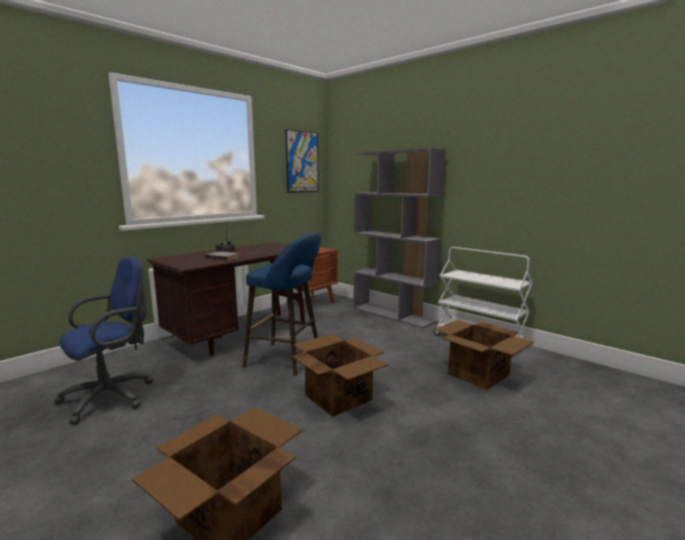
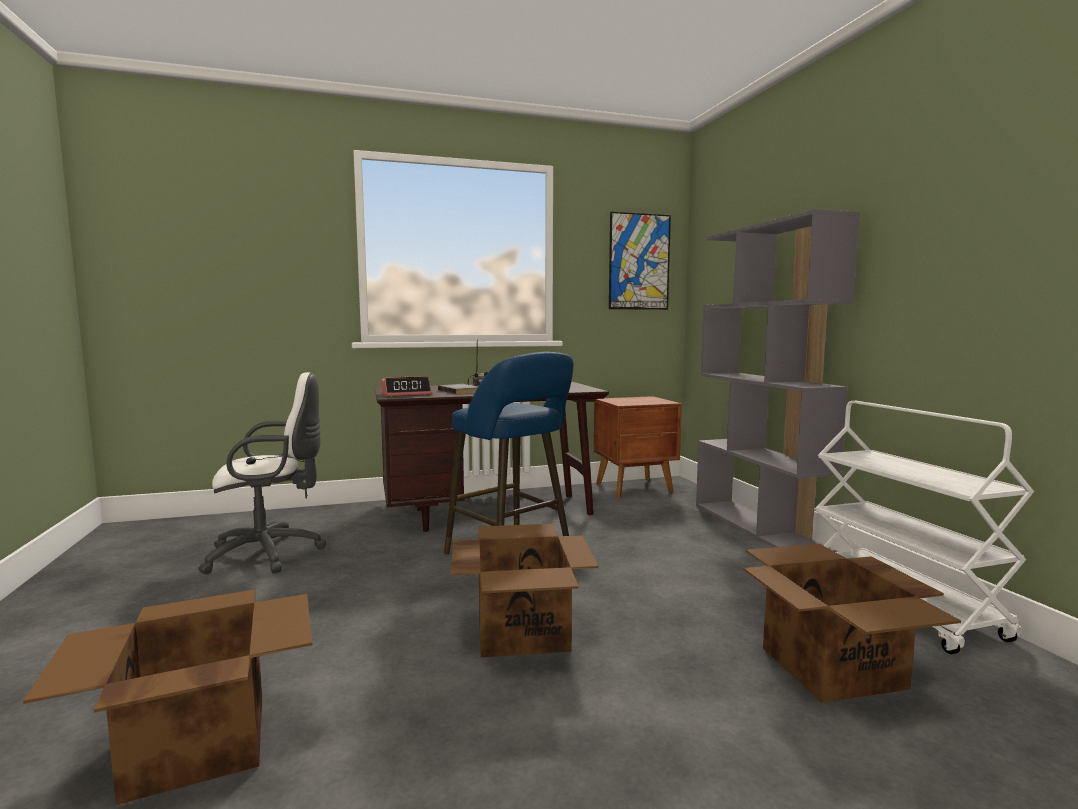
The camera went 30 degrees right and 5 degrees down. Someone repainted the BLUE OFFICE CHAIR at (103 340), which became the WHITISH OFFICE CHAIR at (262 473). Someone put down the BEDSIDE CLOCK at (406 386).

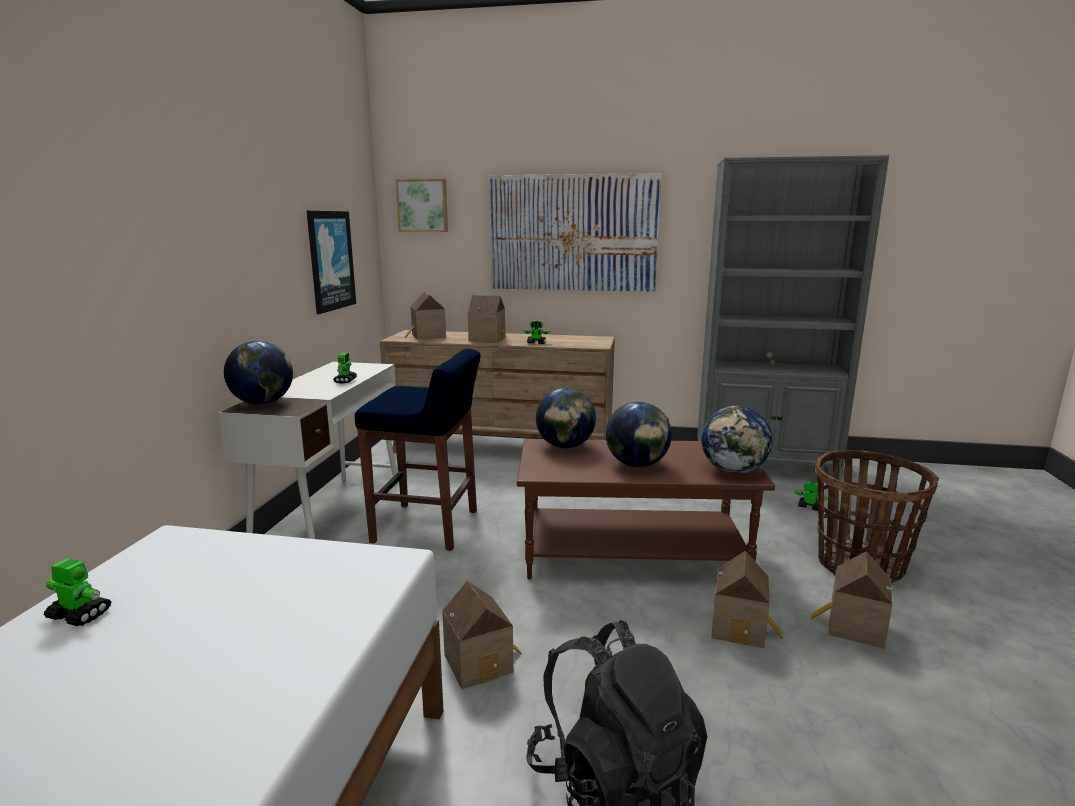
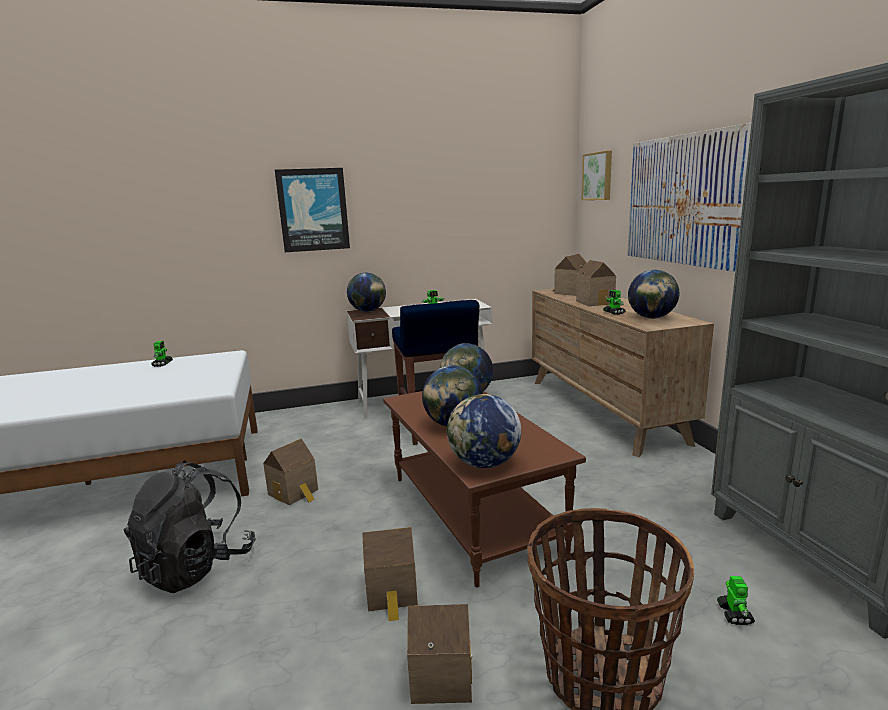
The camera went 65 degrees right and 0 degrees up. Someone carried the WALL PICTURE from (331 262) to (312 210). Someone put down the DESK GLOBE at (653 294).

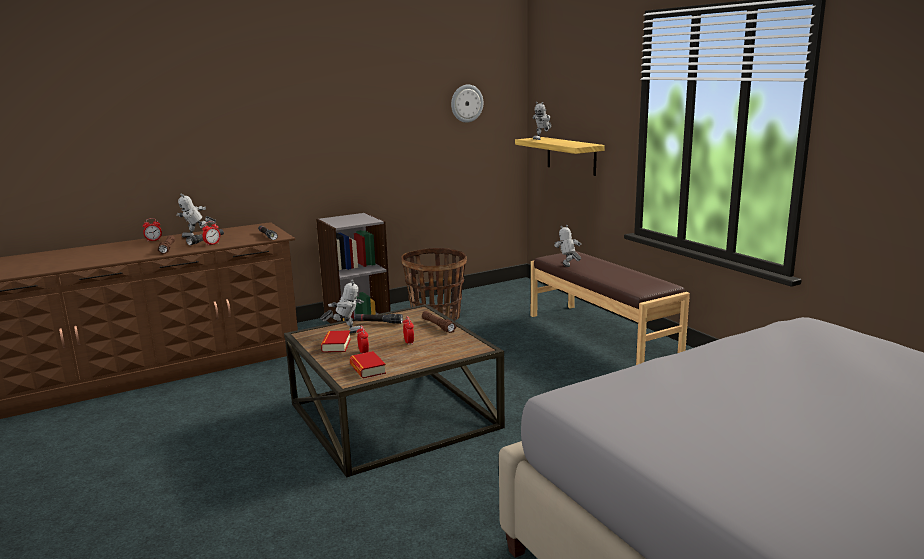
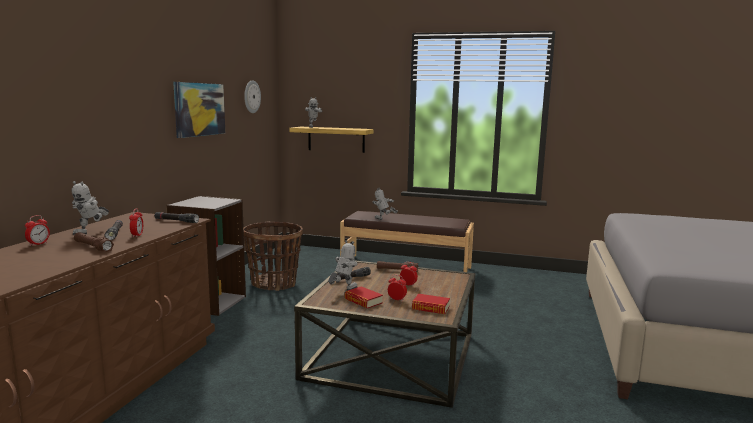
The camera went 45 degrees left and 5 degrees down. Someone put up the WALL PICTURE at (199 110).

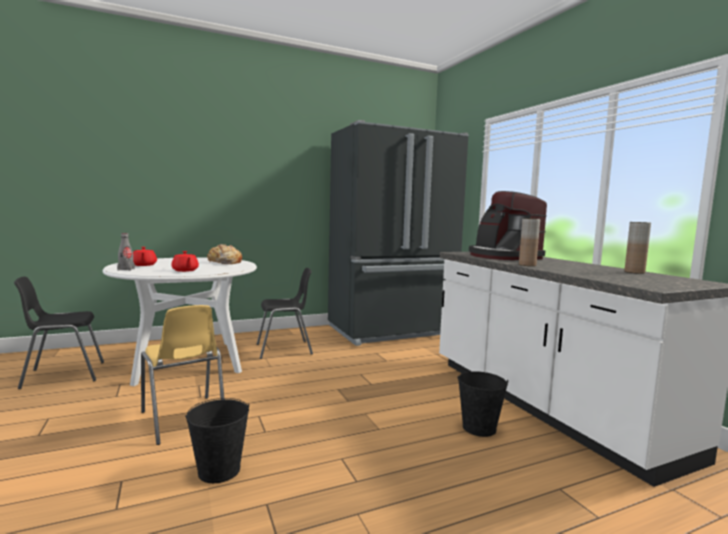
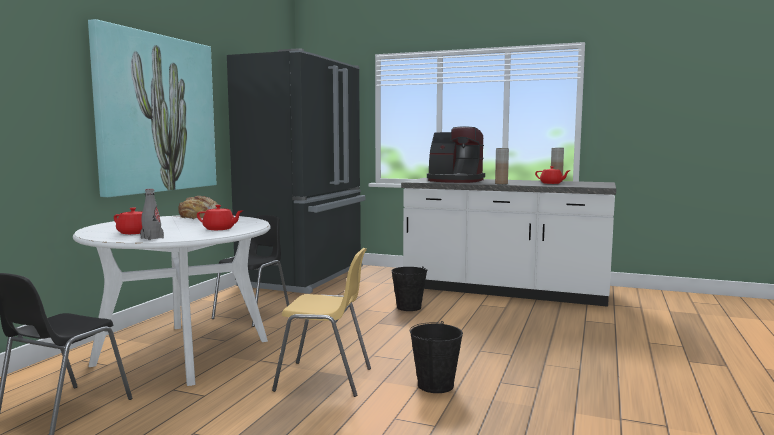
The camera went 45 degrees left and 0 degrees up. Someone carried the BLACK-COLOURED WATER BUCKET from (483 404) to (409 288). Someone put up the WALL PICTURE at (152 108). Someone put down the REDDISH TEA POT at (553 175).

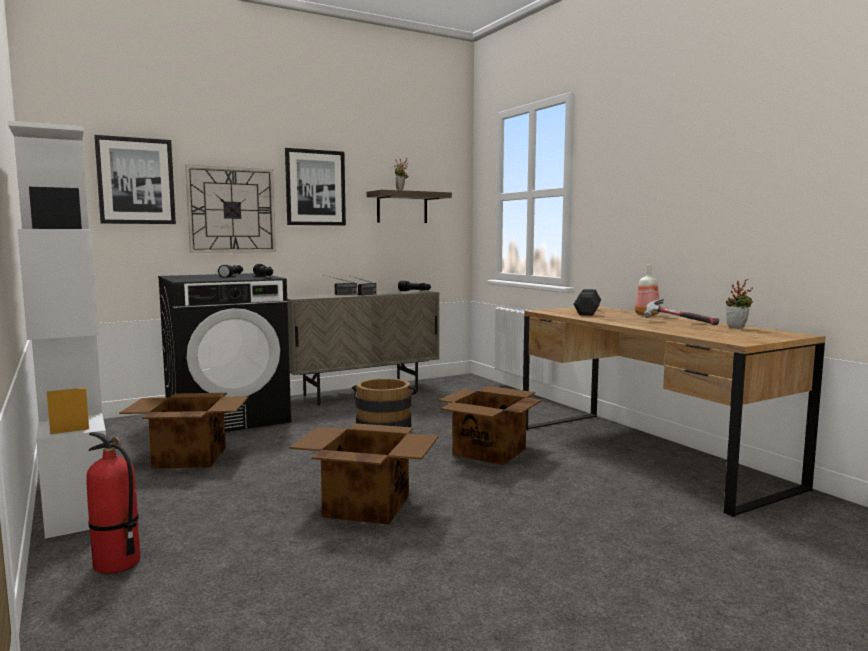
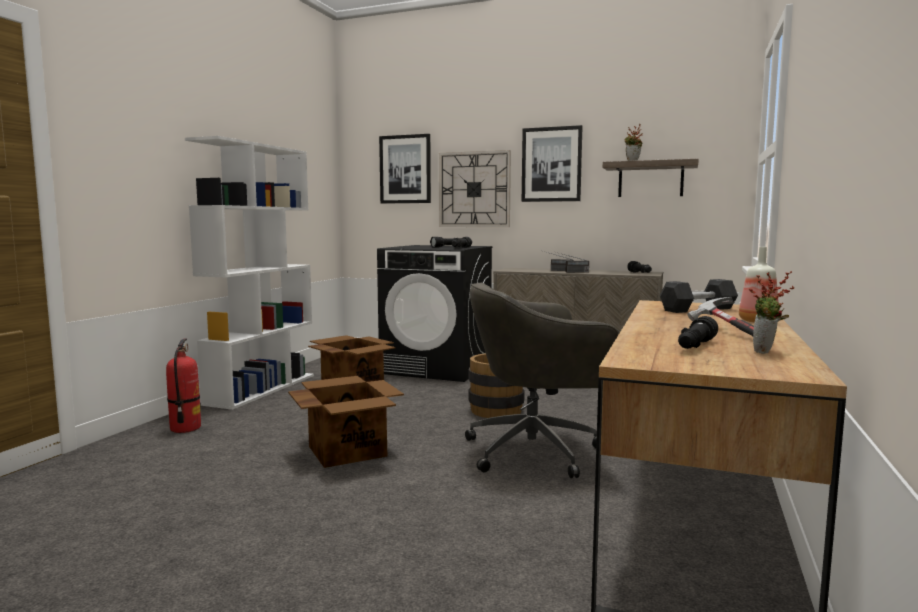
The camera went 50 degrees right and 0 degrees up. Someone swapped the CARTON at (490 425) for the GREY OFFICE CHAIR at (542 380). Someone put down the BLACK-COLOURED HAND TORCH at (698 332).

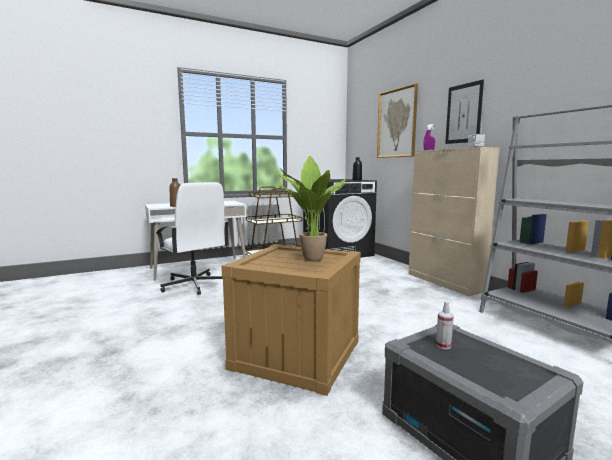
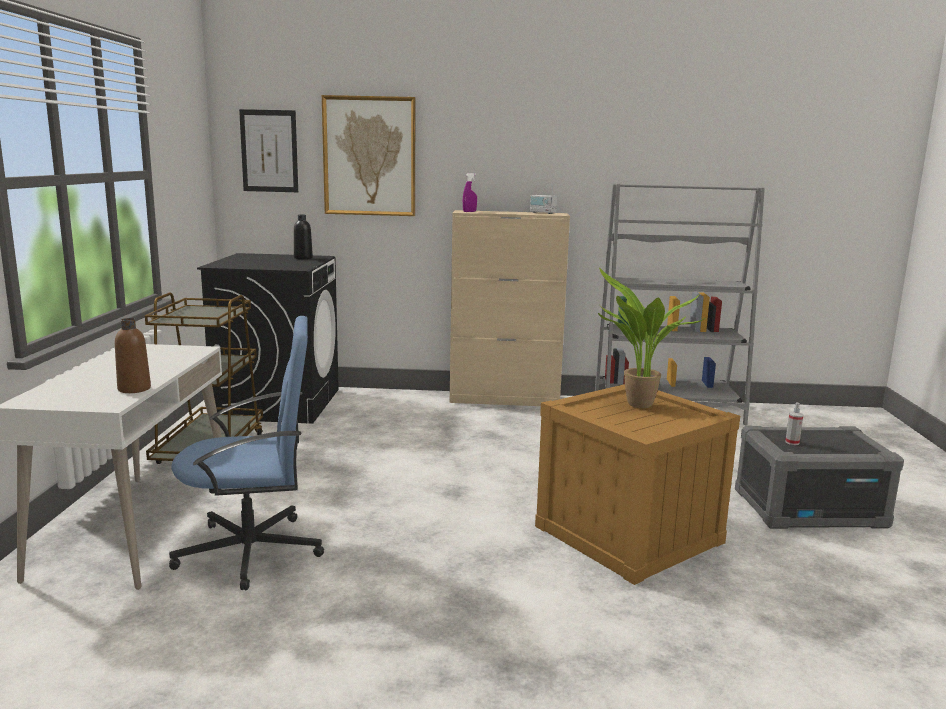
The camera went 60 degrees left and 5 degrees up. Someone carried the WALL PICTURE from (464 111) to (268 150). Someone repainted the WHITISH OFFICE CHAIR at (192 238), which became the BLUE OFFICE CHAIR at (246 453).

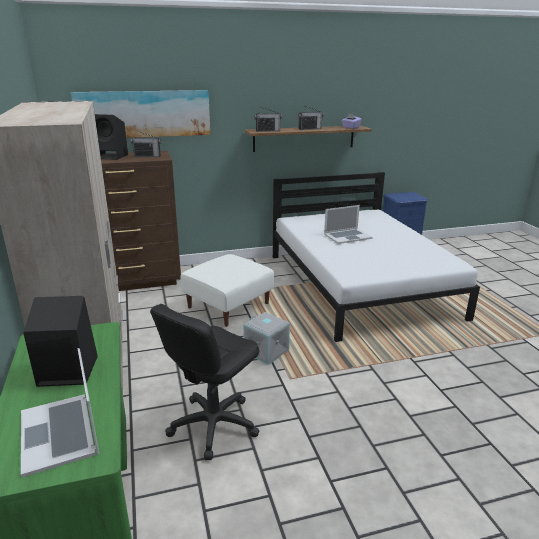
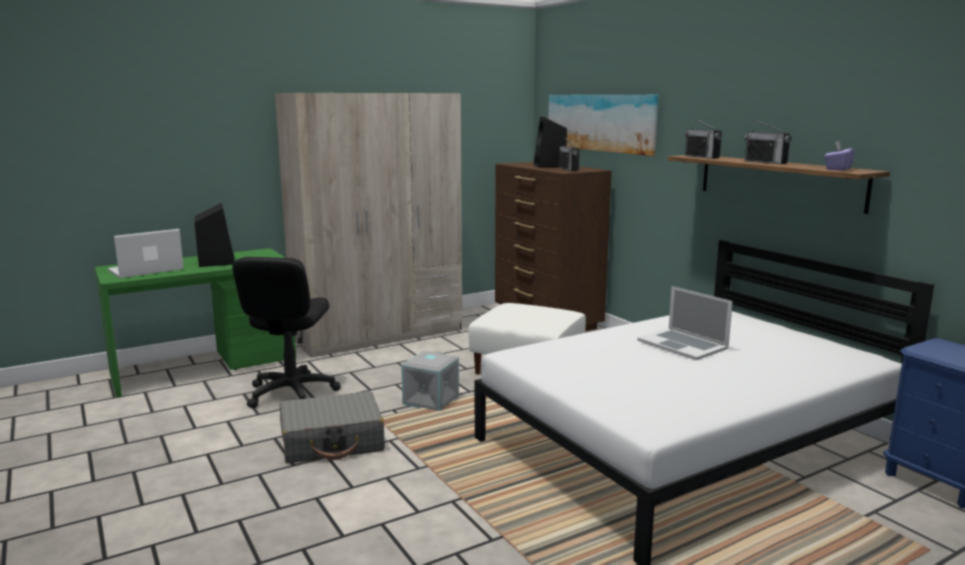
The camera went 75 degrees right and 10 degrees down. Someone rotated the BLACK-COLOURED OFFICE CHAIR at (204 382) by 105 degrees counterclockwise. Someone put down the GREY PIECE OF LUGGAGE at (332 427).

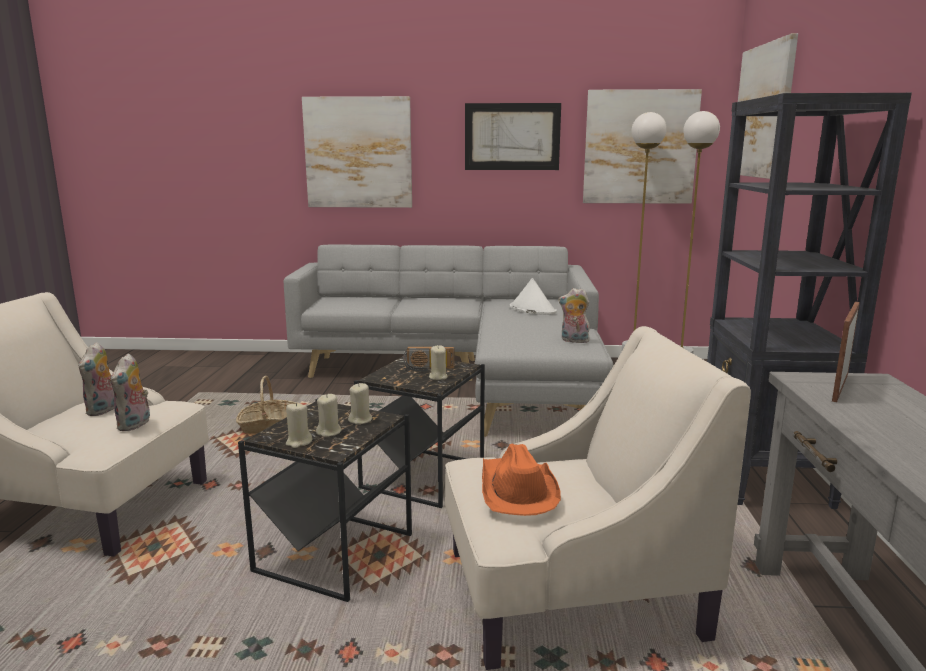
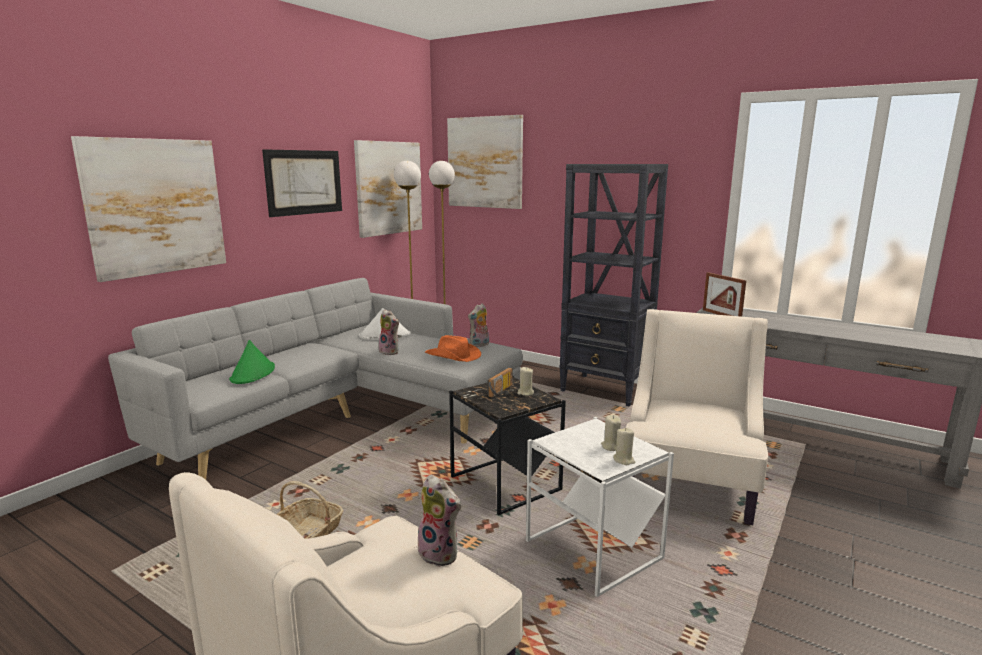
The camera went 60 degrees left and 0 degrees up. Someone carried the SOFT TOY from (96 379) to (389 332). Someone took away the BEIGE CANDLE at (360 403). Someone repainted the BLACK-COLOURED END TABLE at (325 500), which became the WHITISH END TABLE at (600 507). Someone carried the ORANGE-COLOURED CLOTHING HAT from (521 480) to (453 348). Someone put down the GREEN-COLOURED CLOTHING HAT at (252 362).

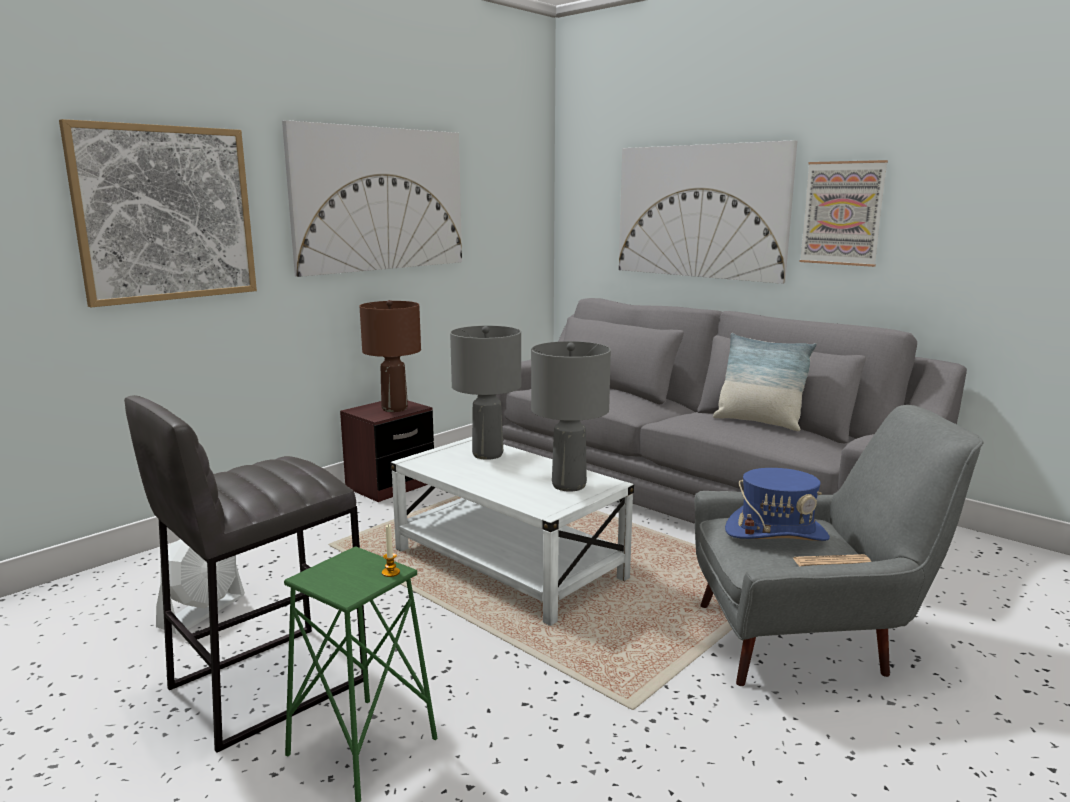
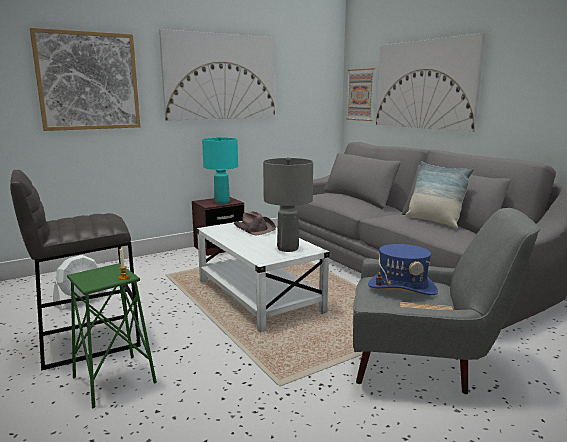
The camera went 15 degrees right and 0 degrees up. Someone carried the WALL PICTURE from (844 213) to (360 94). Someone repainted the BROWN-COLOURED TABLETOP LAMP at (390 356), which became the TURQUOISE-COLOURED TABLETOP LAMP at (220 170). Someone swapped the GREY TABLETOP LAMP at (485 393) for the BROWN-COLOURED CLOTHING HAT at (254 223).

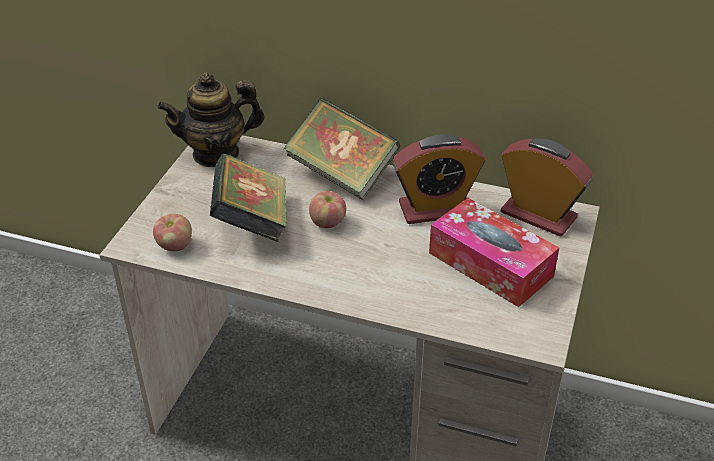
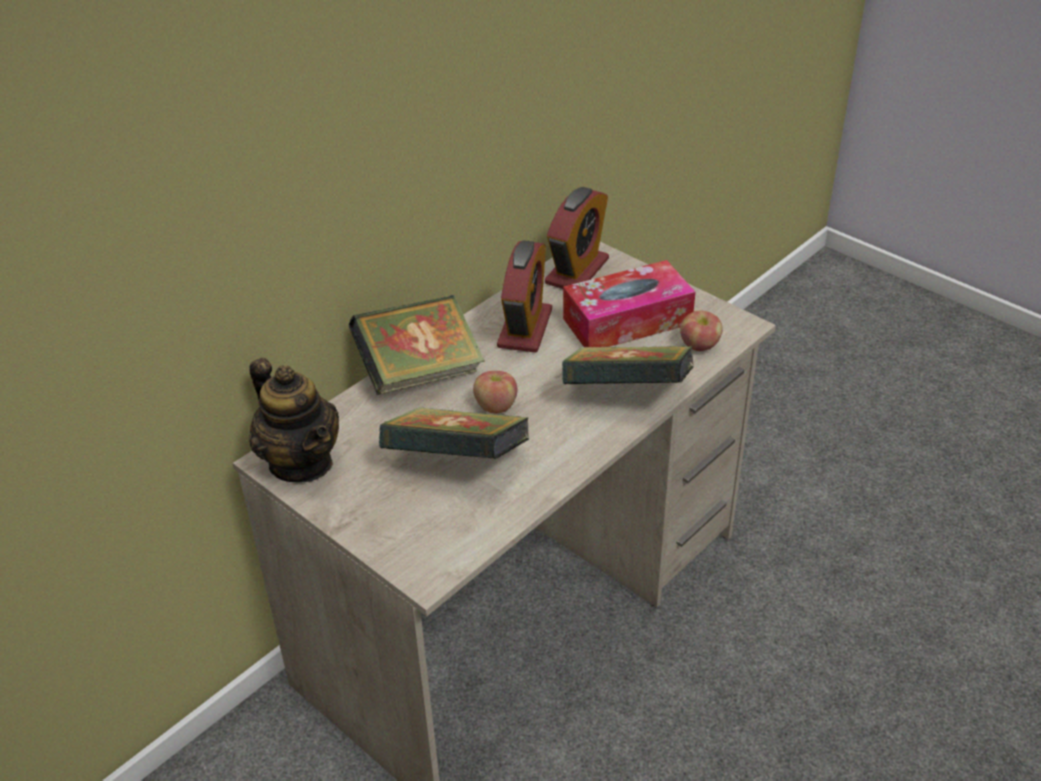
The camera went 65 degrees left and 0 degrees up. Someone rotated the TEA POT at (210 119) by 45 degrees counterclockwise. Someone rotated the BEDSIDE CLOCK at (547 187) by 150 degrees clockwise. Someone carried the APPLE FRUIT from (172 232) to (701 330). Someone put down the VOLUME at (628 365).

